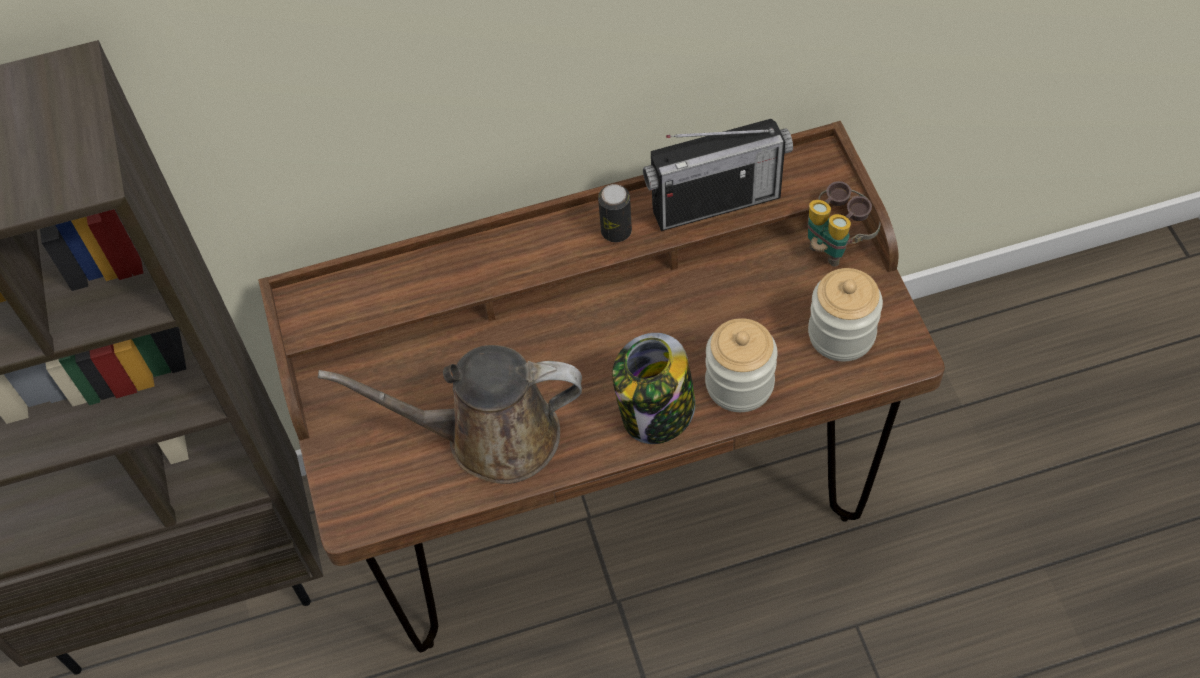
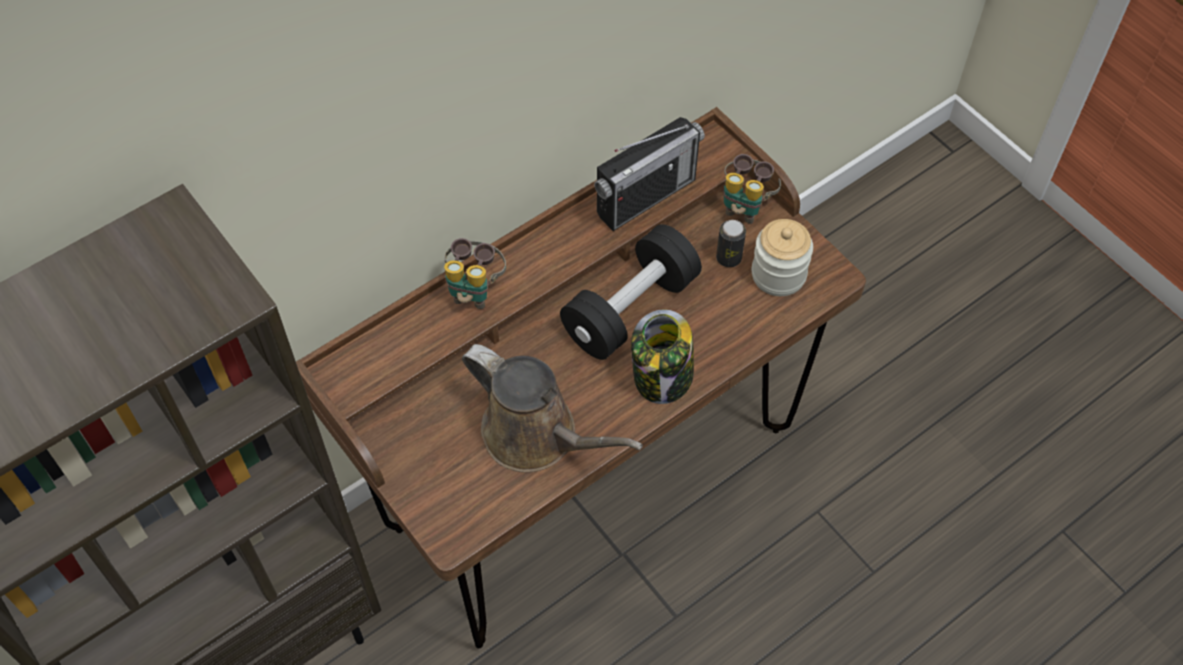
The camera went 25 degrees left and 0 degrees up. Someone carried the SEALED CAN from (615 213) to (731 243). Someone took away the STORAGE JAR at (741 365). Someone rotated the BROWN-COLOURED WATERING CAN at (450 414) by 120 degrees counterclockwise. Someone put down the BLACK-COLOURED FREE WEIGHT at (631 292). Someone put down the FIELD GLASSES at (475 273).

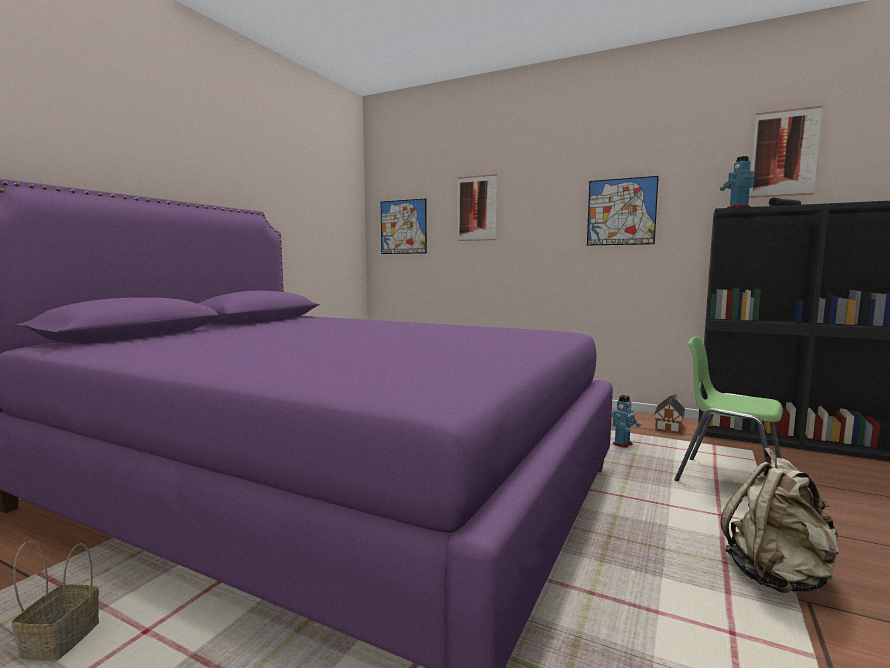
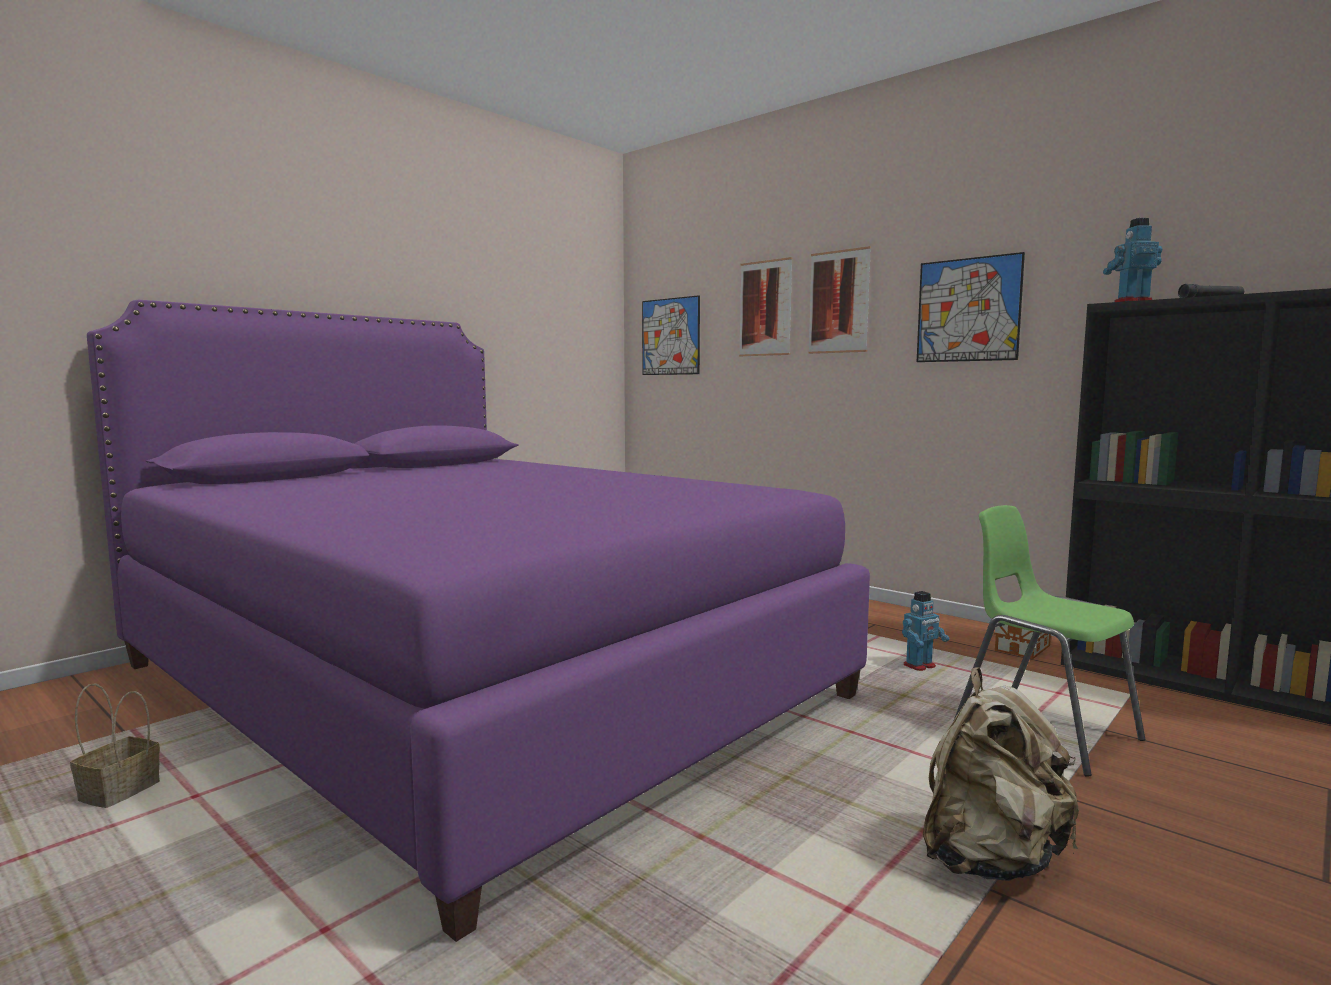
The camera went 15 degrees right and 0 degrees up. Someone carried the WALL PICTURE from (786 151) to (839 300).

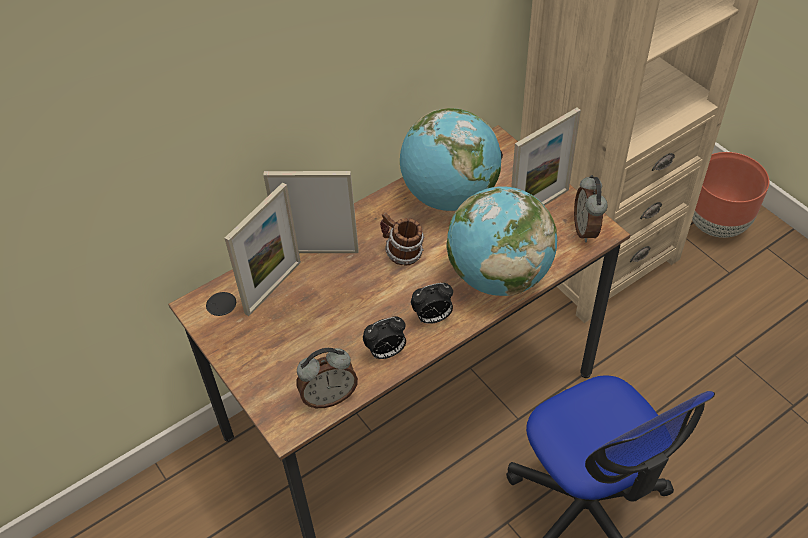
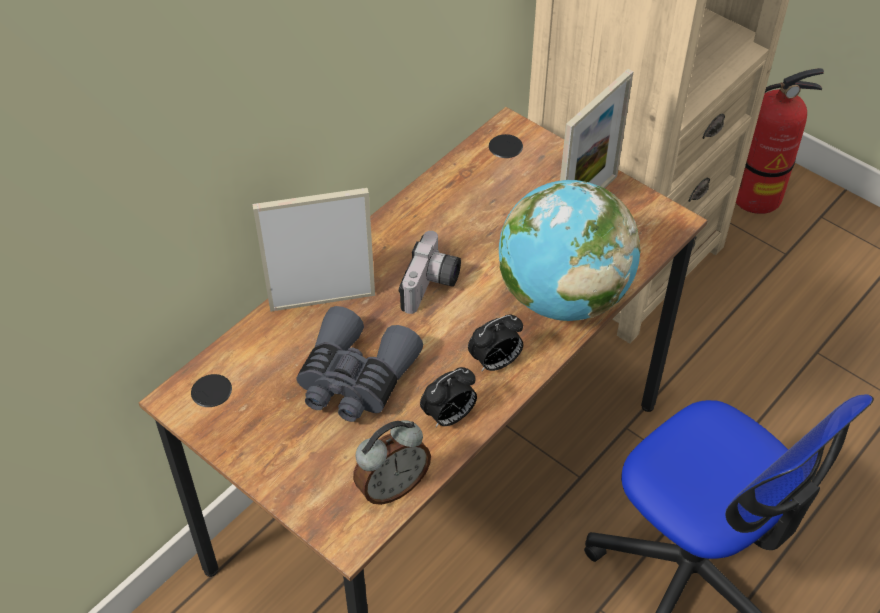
The camera went 15 degrees left and 0 degrees up. Someone took away the DESK GLOBE at (450 159). Someone swapped the BROWN-COLOURED PLANTER at (730 195) for the EXTINGUISHER at (780 141). Someone took away the BEDSIDE CLOCK at (591 209). Someone took away the PICTURE FRAME at (263 249). Someone swapped the MUG at (402 239) for the STILL CAMERA at (430 272). Someone put down the GREY FIELD GLASSES at (359 364).

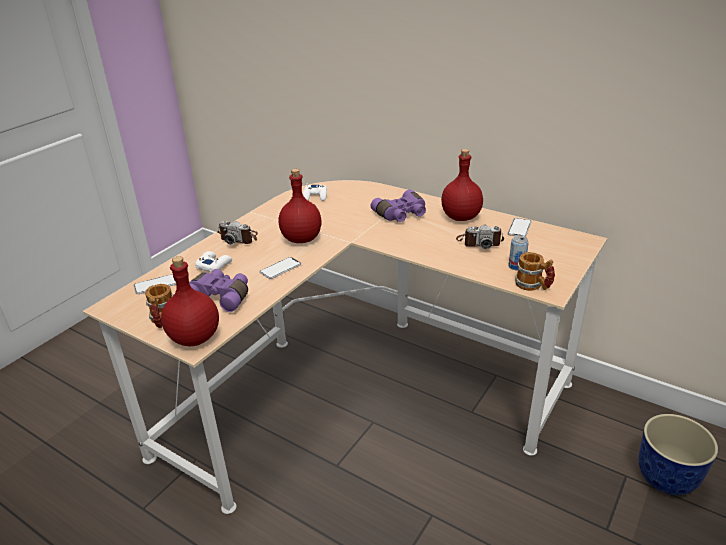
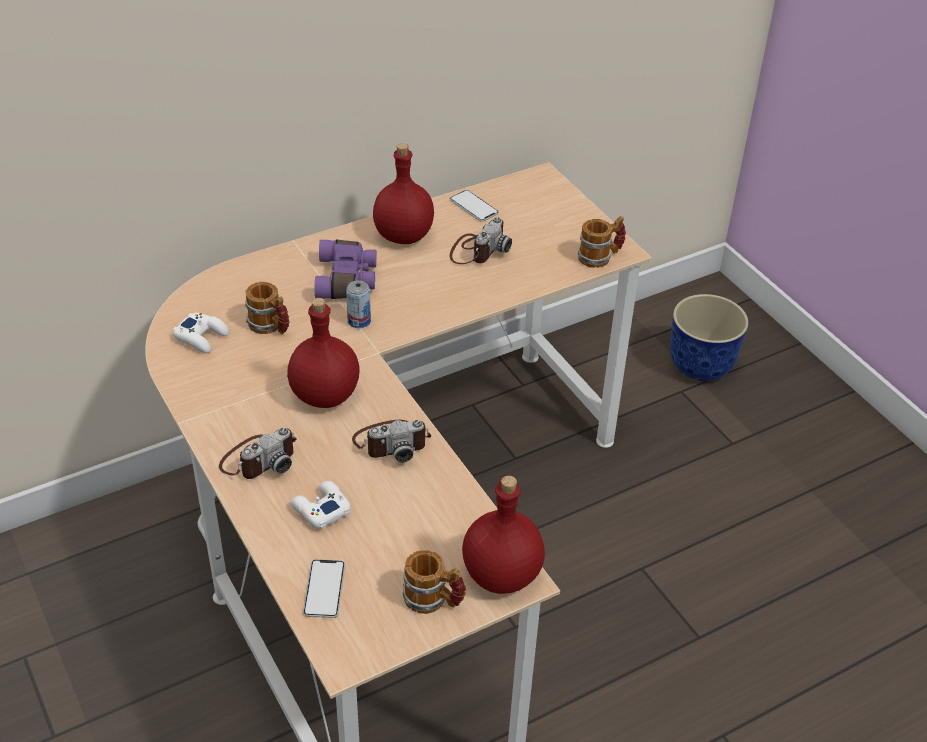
The camera went 65 degrees left and 10 degrees up. Someone carried the SEALED CAN from (518 253) to (358 304). Someone swapped the PHONE at (280 268) for the STILL CAMERA at (391 441). Someone took away the PURPLE FIELD GLASSES at (218 290). Someone put down the MUG at (267 308).

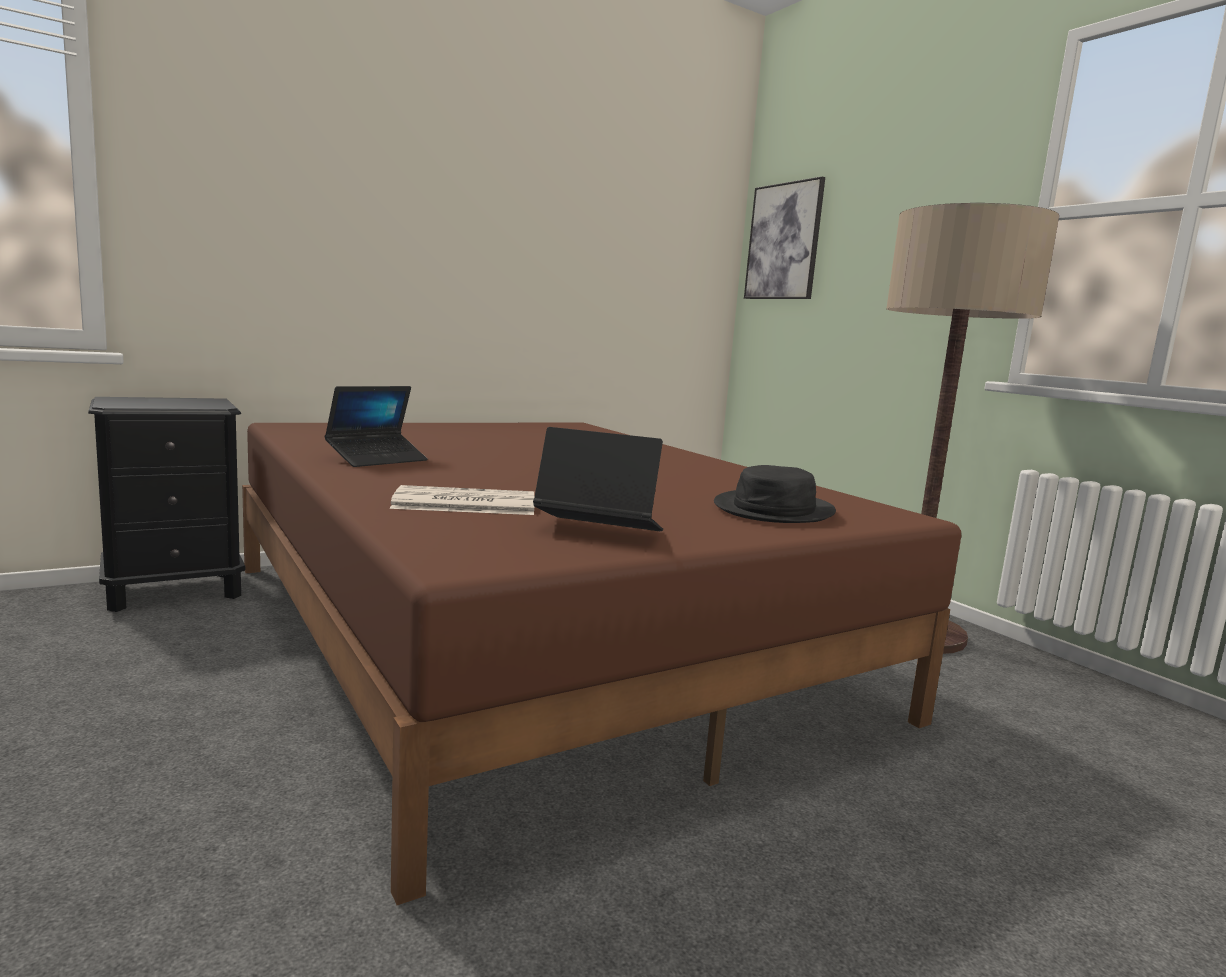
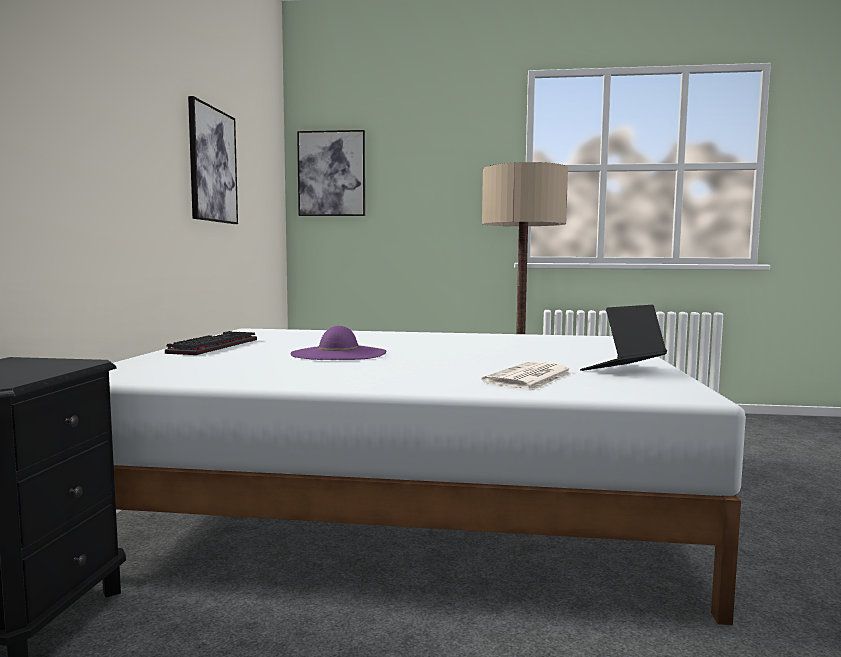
The camera went 50 degrees left and 5 degrees down. Someone took away the PORTABLE COMPUTER at (376 426). Someone repainted the BROWN-COLOURED SLEEPING BED at (601 664), which became the WHITISH SLEEPING BED at (427 476). Someone took away the BLACK-COLOURED CLOTHING HAT at (775 494). Someone put up the WALL PICTURE at (213 160). Someone put down the PURPLE CLOTHING HAT at (338 343). Someone put down the COMPUTER KEYBOARD at (211 343).

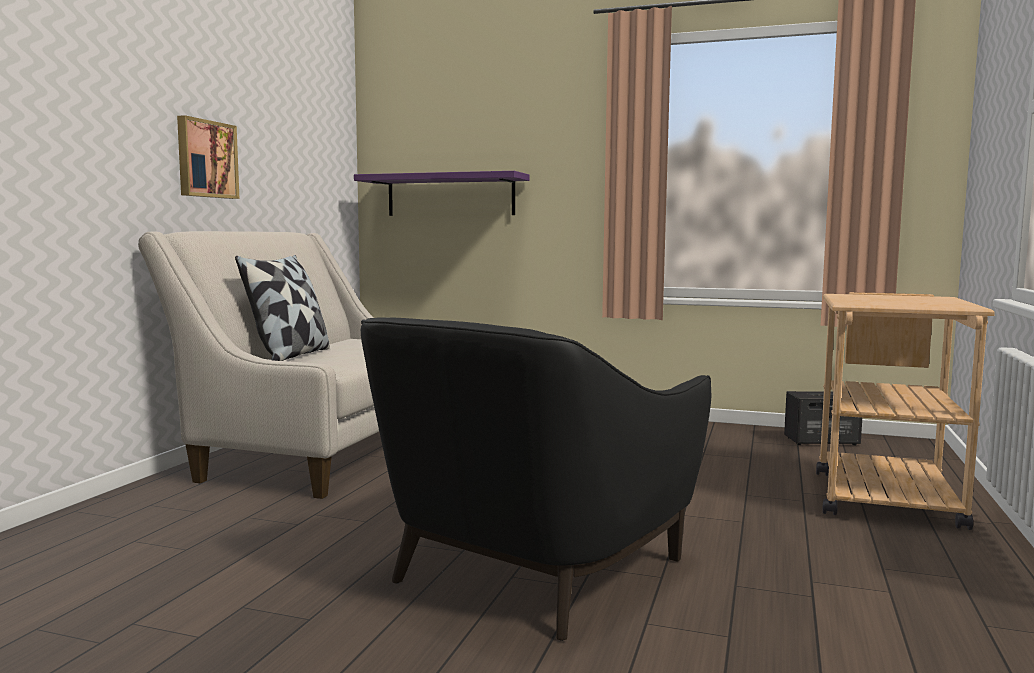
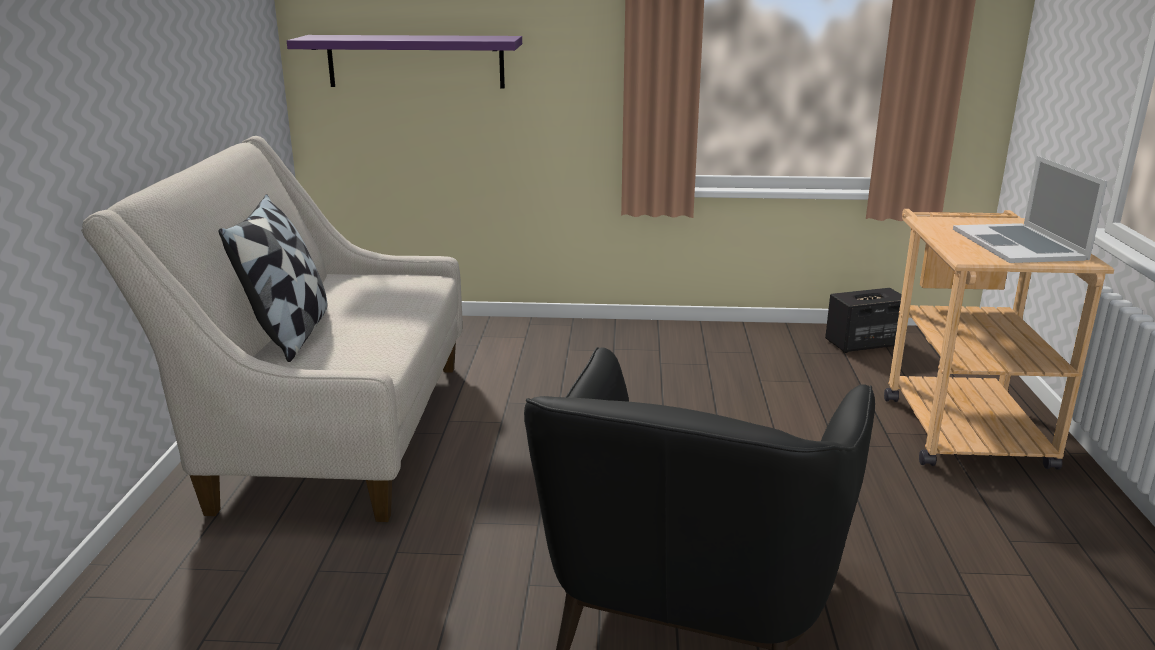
The camera went 15 degrees left and 15 degrees up. Someone took away the WALL PICTURE at (208 157). Someone put down the PORTABLE COMPUTER at (1030 209).

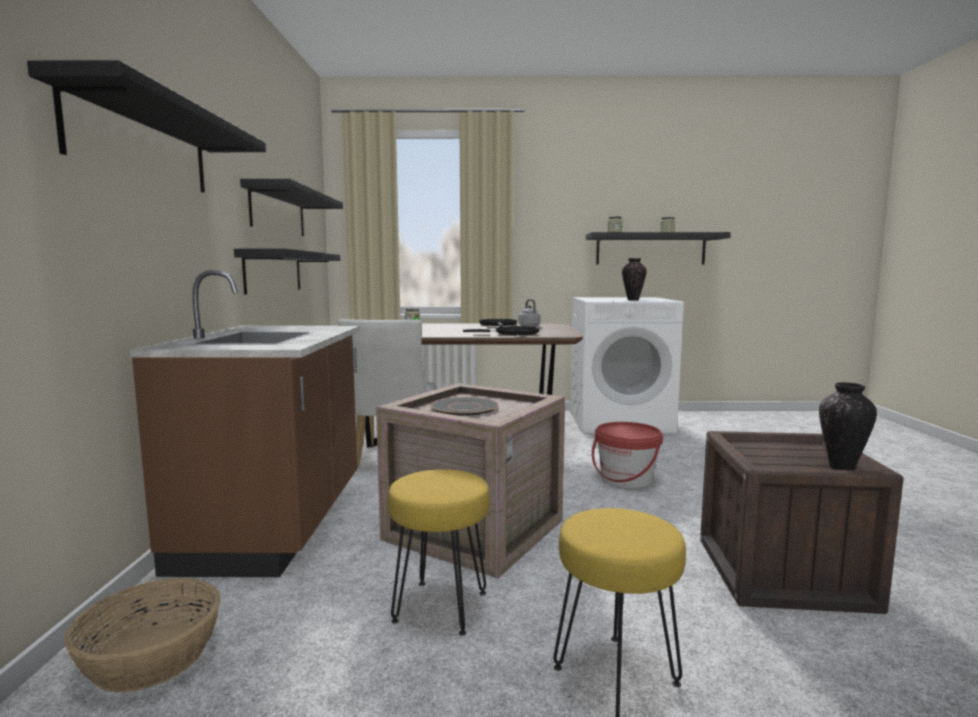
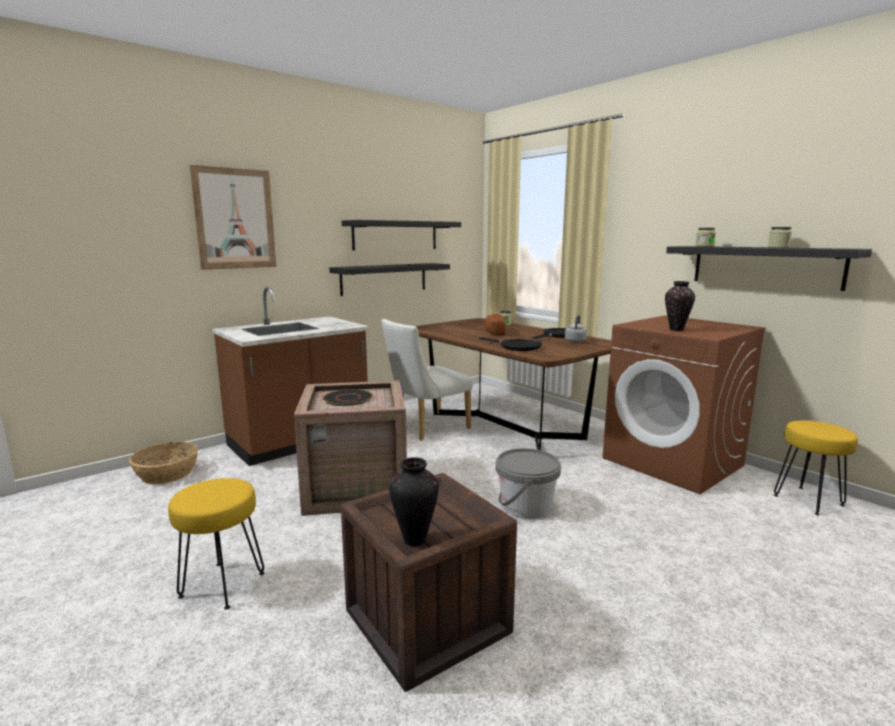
The camera went 50 degrees right and 5 degrees up. Someone swapped the BLACK-COLOURED BRACKET SHELF at (146 126) for the WALL PICTURE at (232 217). Someone repainted the WHITISH LAUNDRY MACHINE at (627 365), which became the BROWN-COLOURED LAUNDRY MACHINE at (684 404). Someone repainted the REDDISH WATER BUCKET at (627 455), which became the GREY WATER BUCKET at (528 483). Someone carried the YELLOW SITTING STOOL from (439 552) to (816 467). Someone put down the BREAD at (494 324).

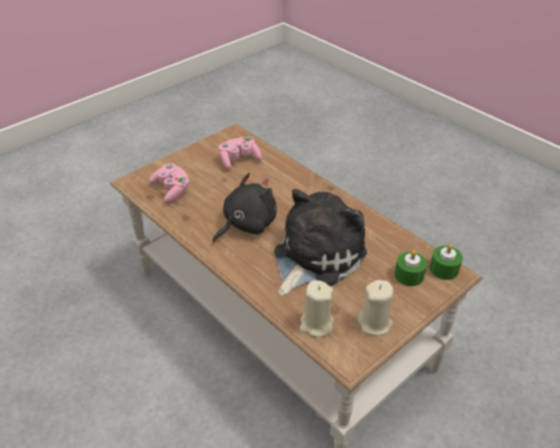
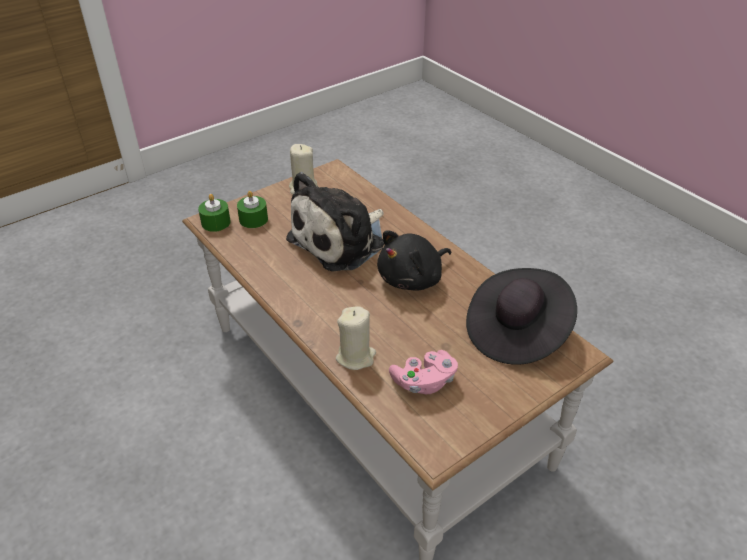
The camera went 175 degrees left and 0 degrees up. Someone swapped the PINK JOYPAD at (169 183) for the BLACK-COLOURED CLOTHING HAT at (521 316). Someone carried the BEIGE CANDLE from (316 308) to (356 338).

